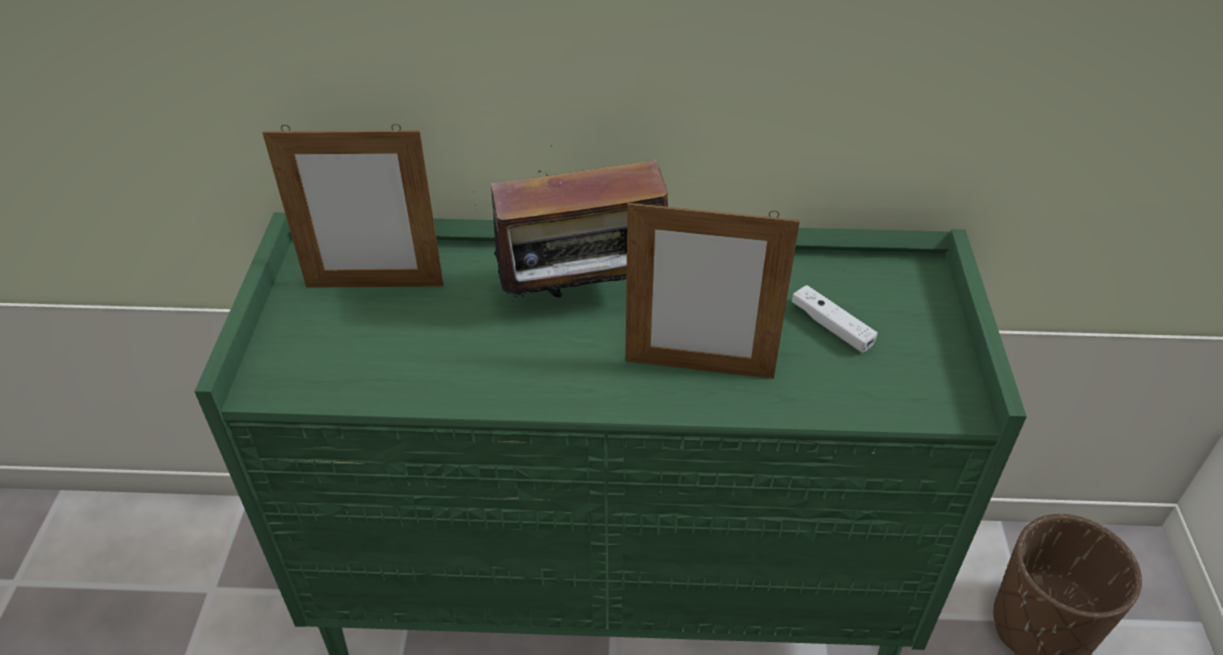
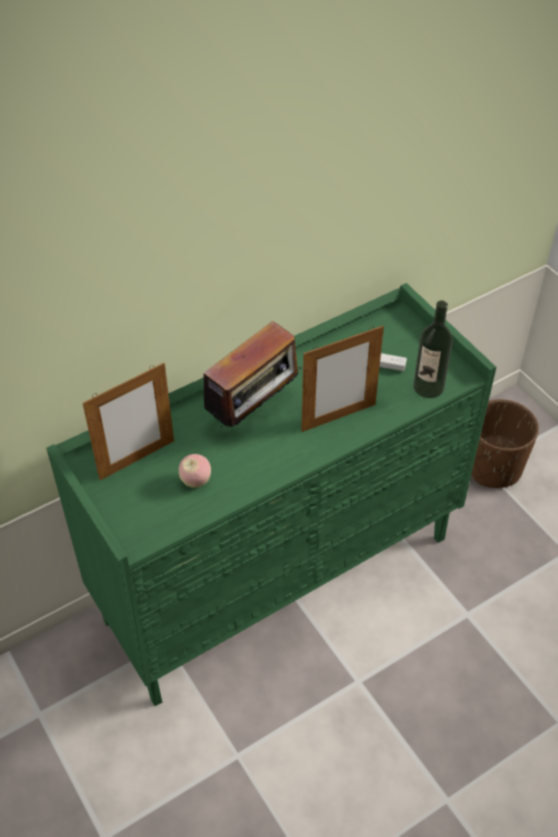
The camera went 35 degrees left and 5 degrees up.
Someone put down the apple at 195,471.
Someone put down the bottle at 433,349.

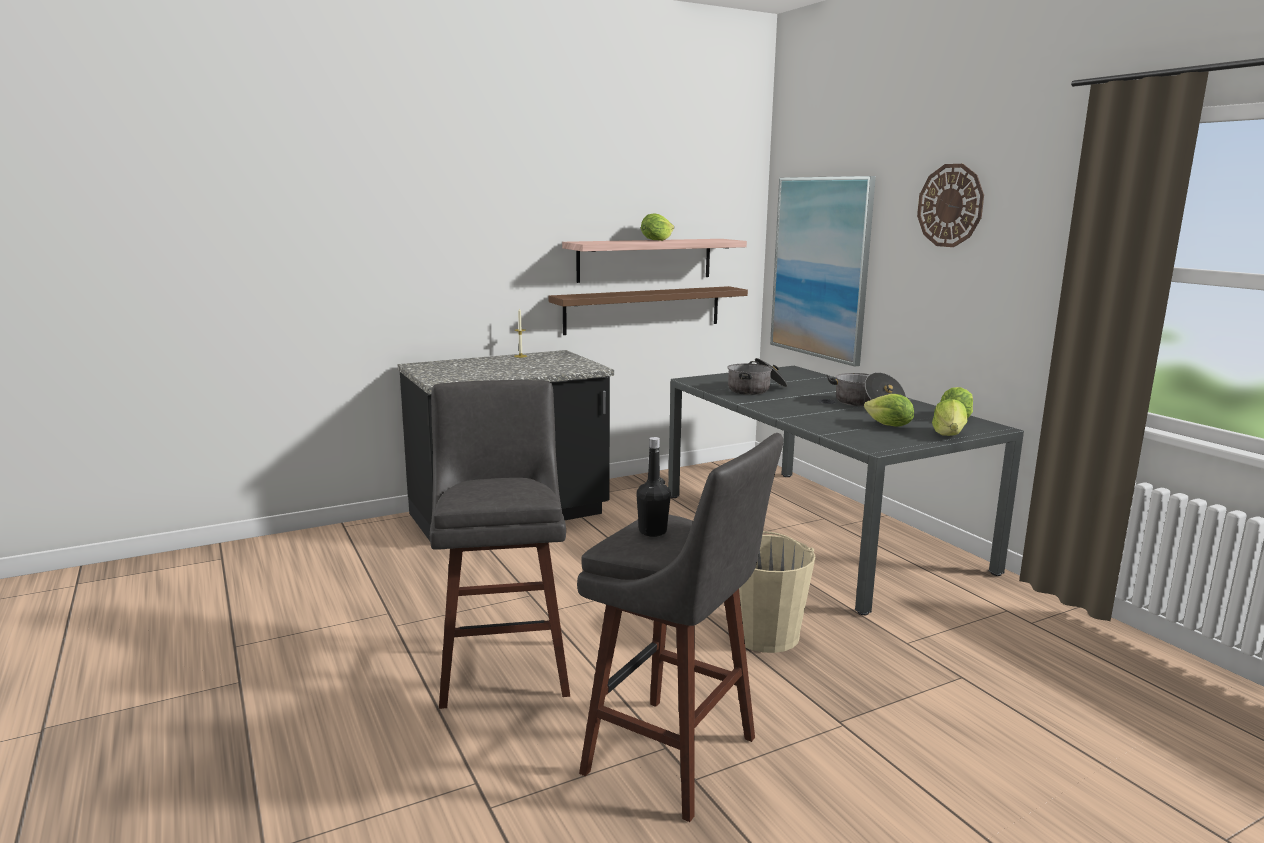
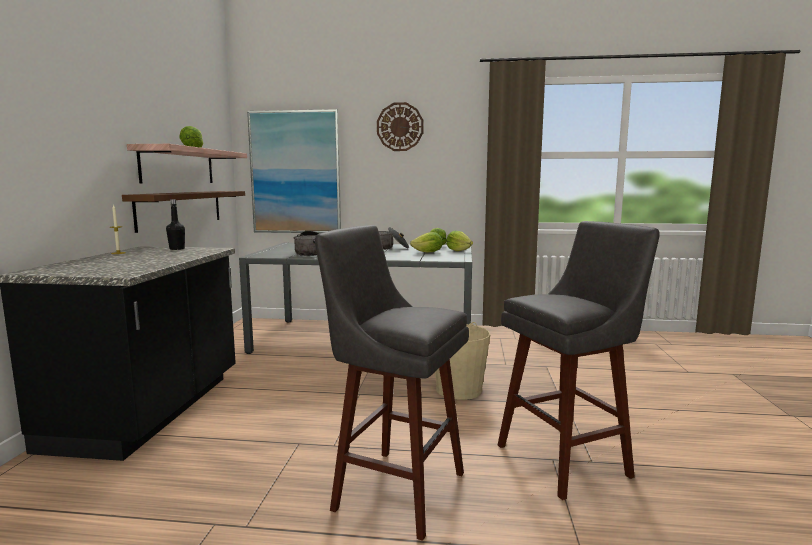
The camera went 55 degrees left and 5 degrees down.
Someone carried the black bottle from 653,487 to 175,224.

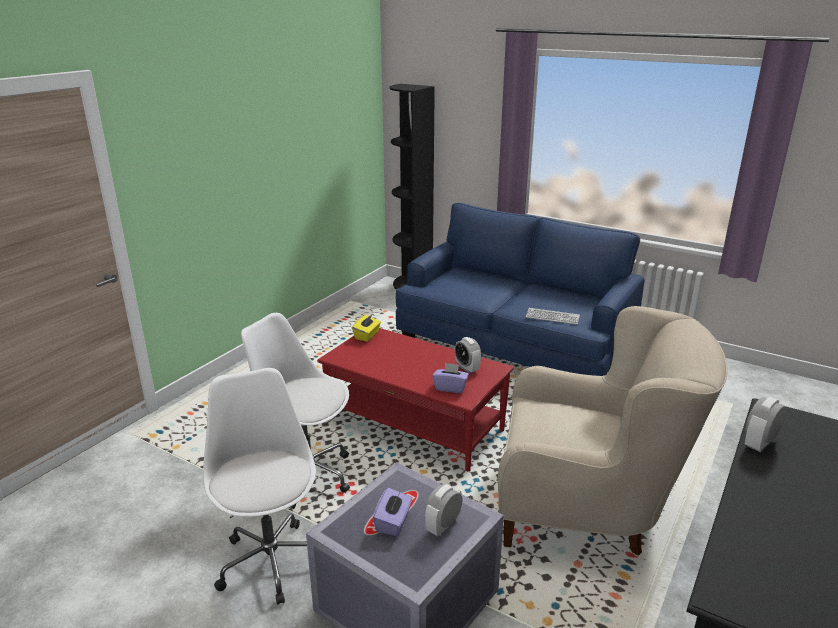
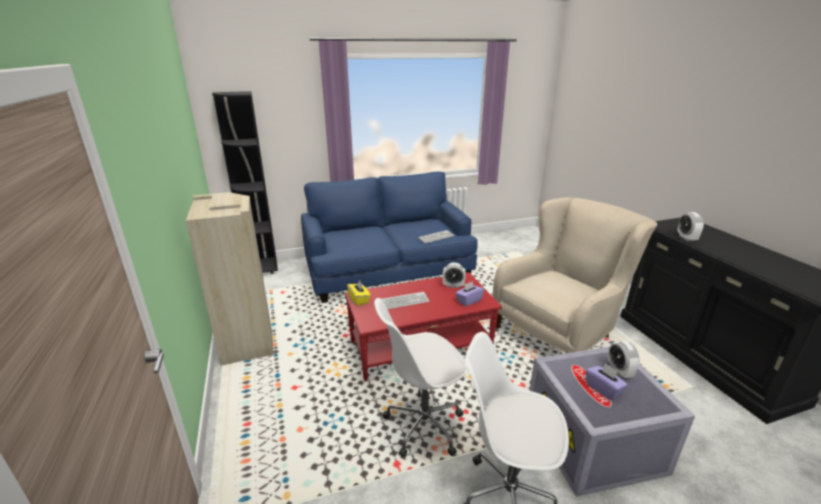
The camera went 50 degrees left and 0 degrees up.
Someone put down the beige cabinet at 230,279.
Someone put down the keyboard at 405,300.

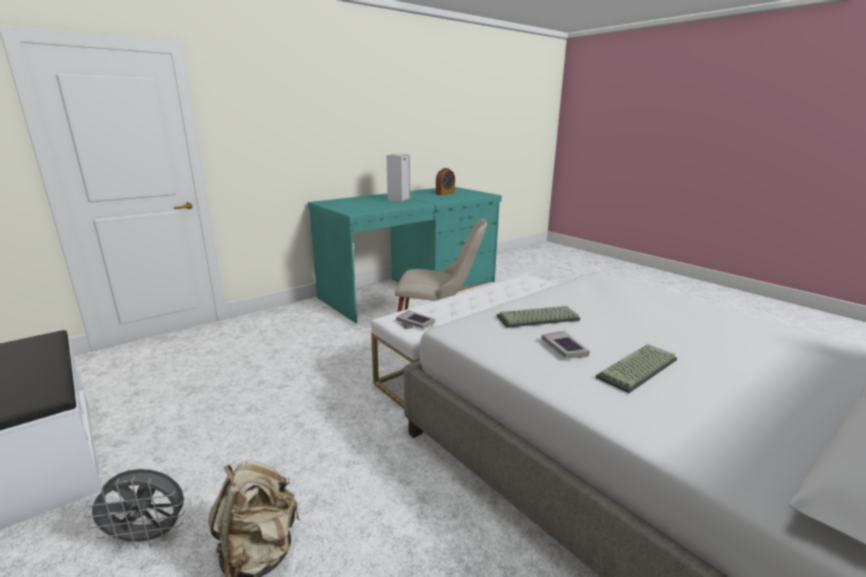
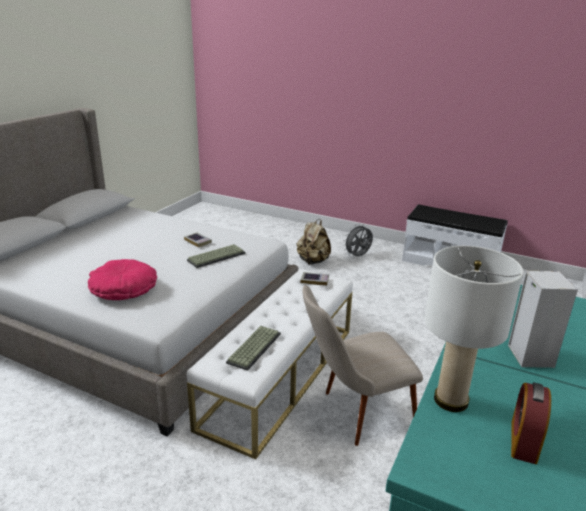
The camera went 155 degrees right and 5 degrees up.
Someone put down the pink pillow at 122,279.
Someone put down the white table lamp at 474,329.
Someone carried the keyboard from 636,368 to 253,348.

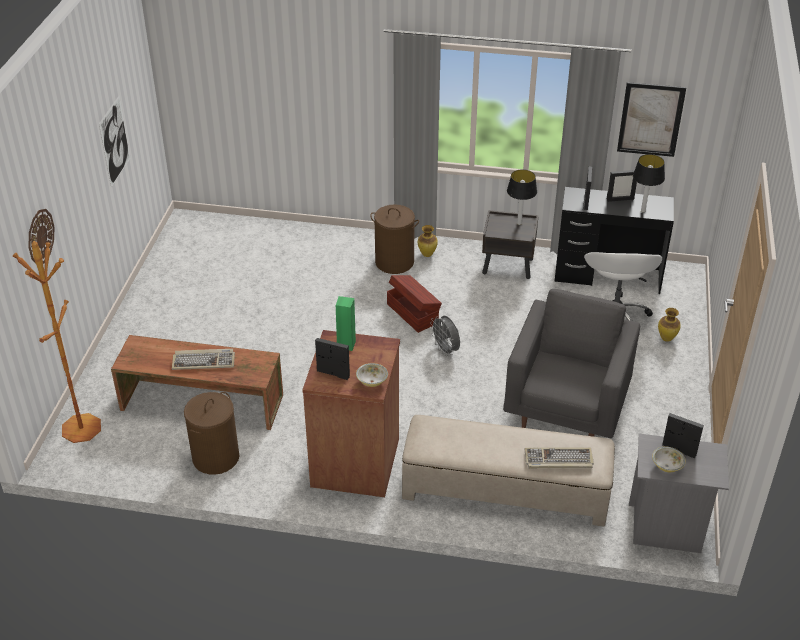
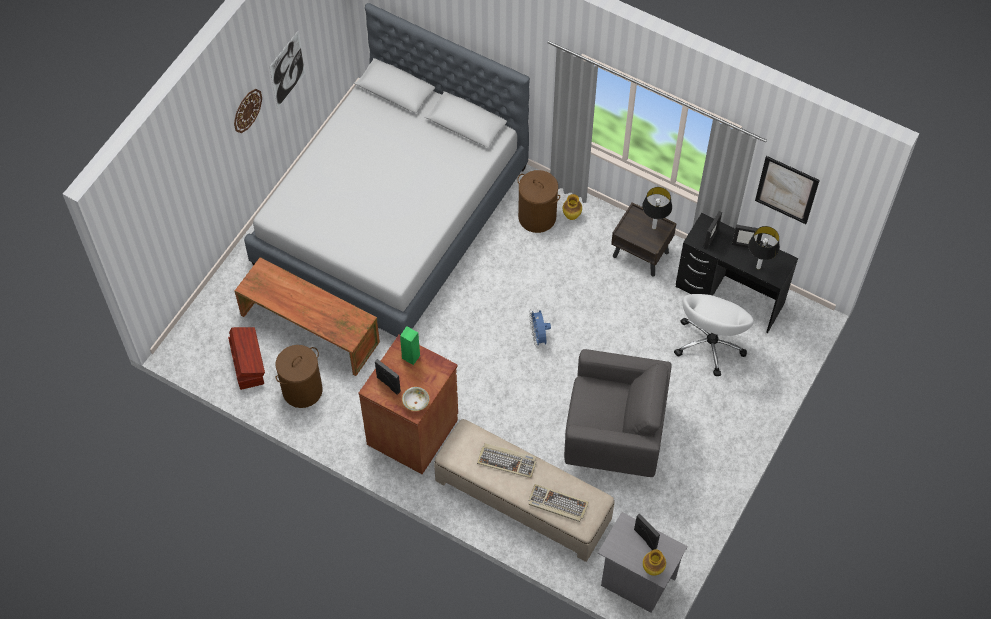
The camera went 20 degrees right and 20 degrees up.
Someone took away the orange clothes rack at 57,342.
Someone took away the bowl at 669,459.
Someone put down the grey bed at 387,170.
Someone carried the wall clock from 41,236 to 248,111.
Someone carried the keyboard from 203,359 to 507,460.
Someone carried the brown storage box from 414,304 to 246,358.
Someone carried the vase from 669,325 to 654,562.
Someone repainted the grey fan at 445,336, which became the blue fan at 540,328.
Someone rotated the grey armchair at 571,363 by 60 degrees clockwise.

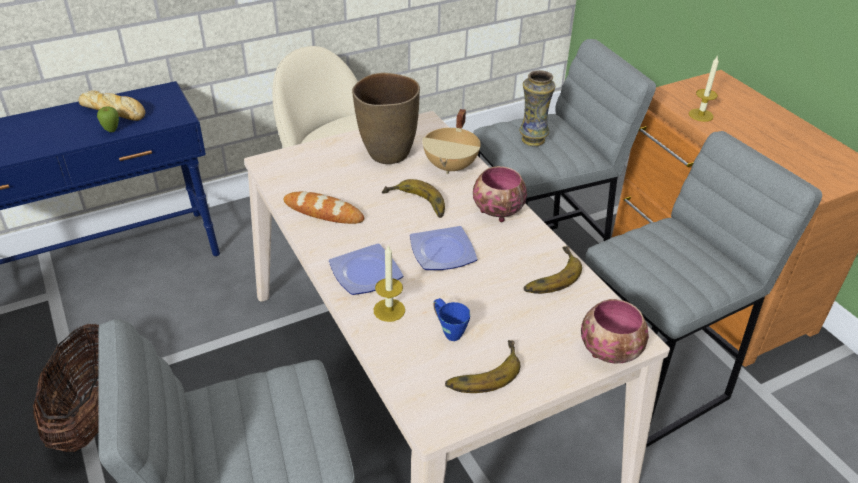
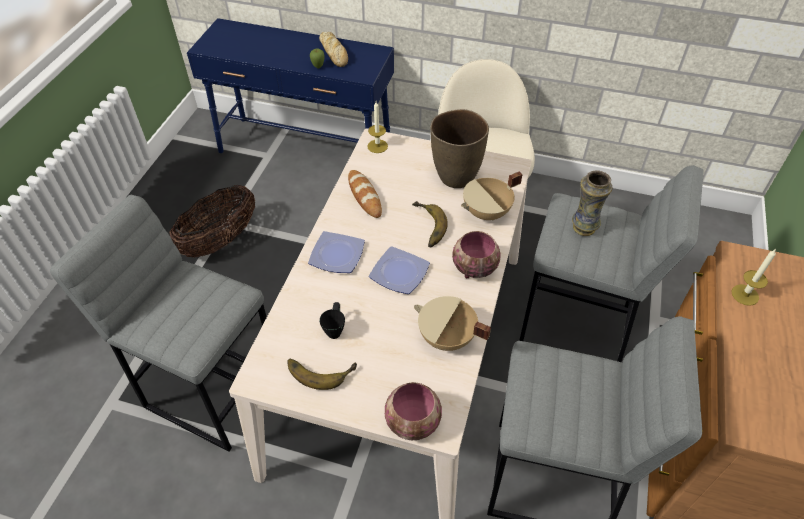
The camera went 45 degrees right and 10 degrees up.
Someone carried the candle from 389,283 to 378,127.
Someone swapped the banana at 552,270 for the beige cooking pot at 452,323.
Someone repainted the blue mug at 451,319, which became the black mug at 332,320.

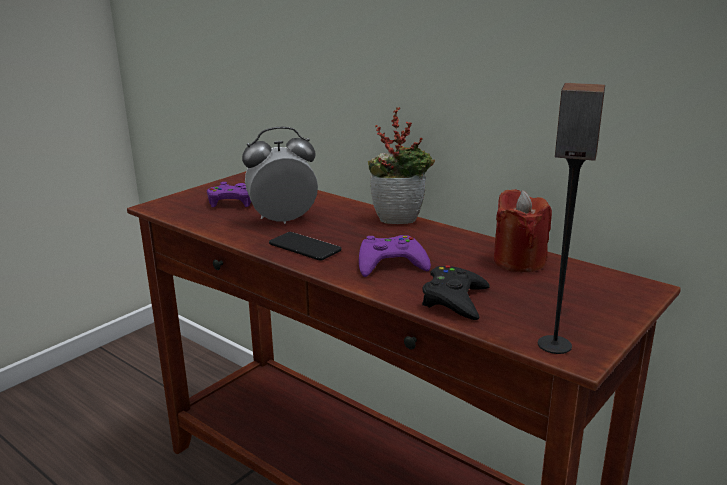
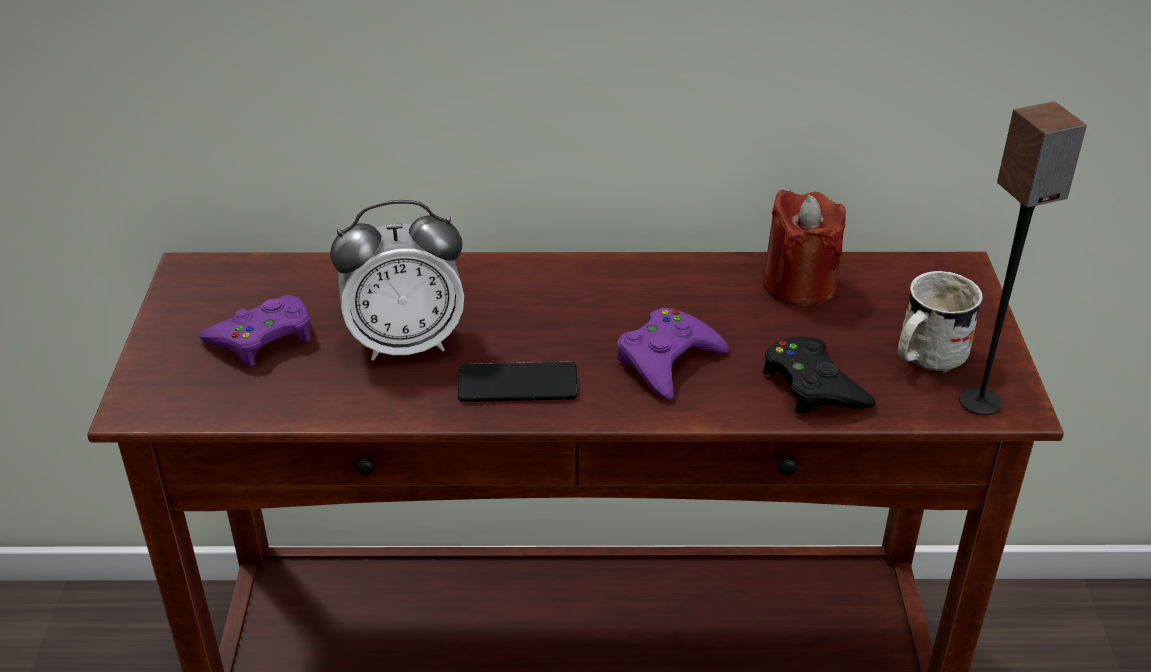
The camera went 40 degrees left and 15 degrees up.
Someone took away the potted plant at 401,165.
Someone put down the white mug at 940,322.
Someone rotated the alarm clock at 280,175 by 135 degrees counterclockwise.

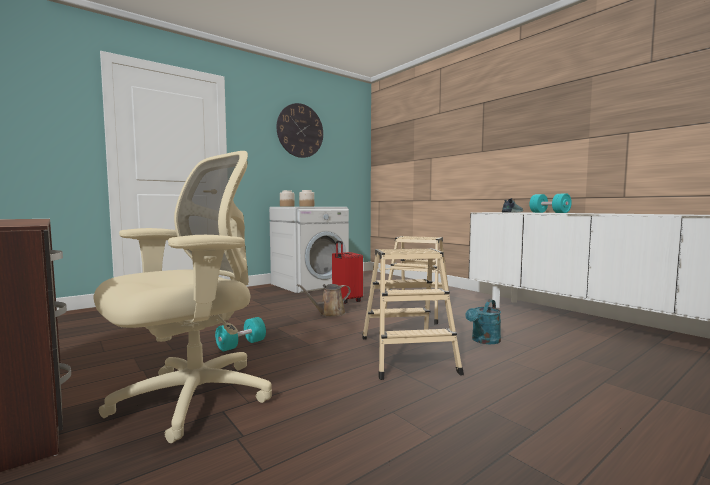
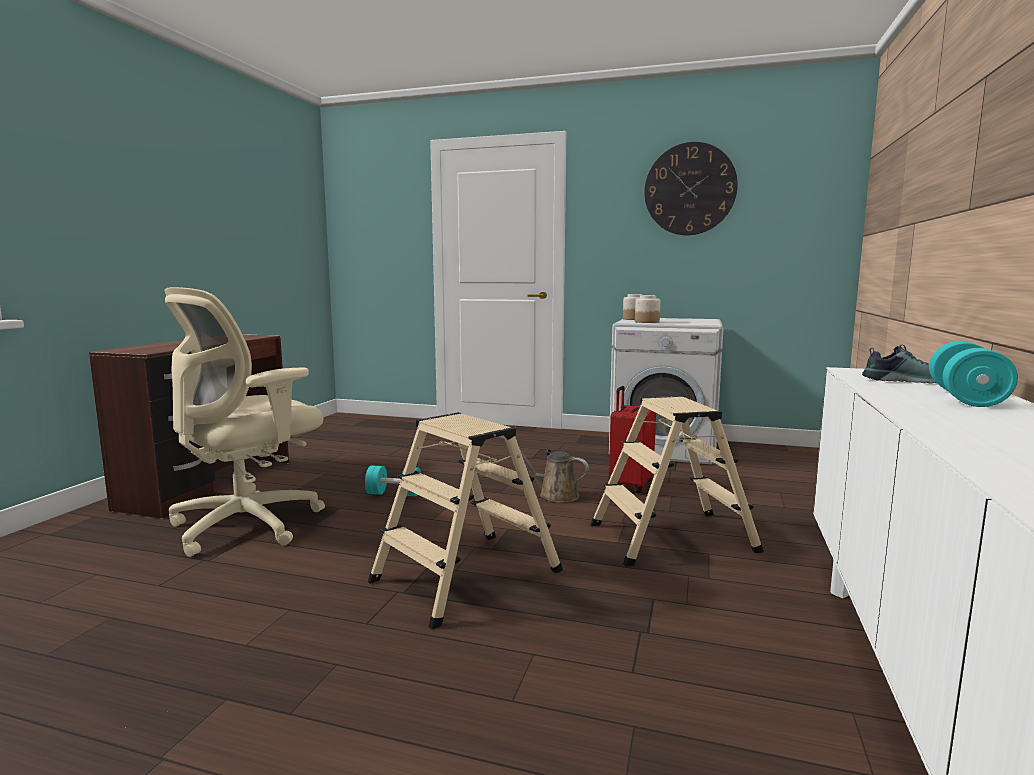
The camera went 55 degrees right and 5 degrees up.
Someone took away the turquoise watering can at 483,321.
Someone rotated the beige office chair at 183,297 by 120 degrees clockwise.

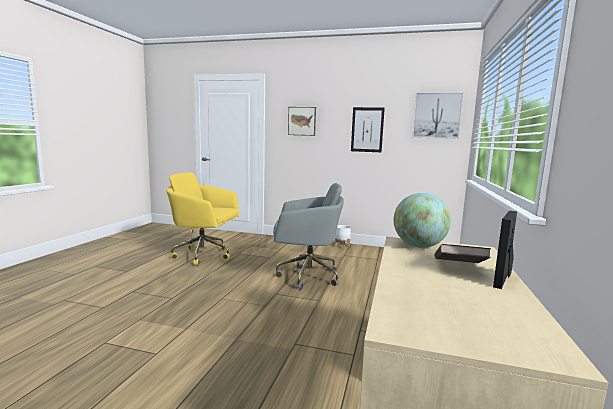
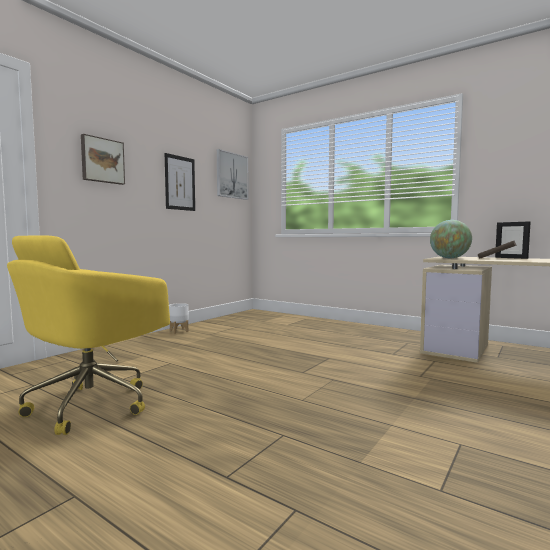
The camera went 70 degrees left and 5 degrees down.
Someone took away the grey office chair at 308,236.

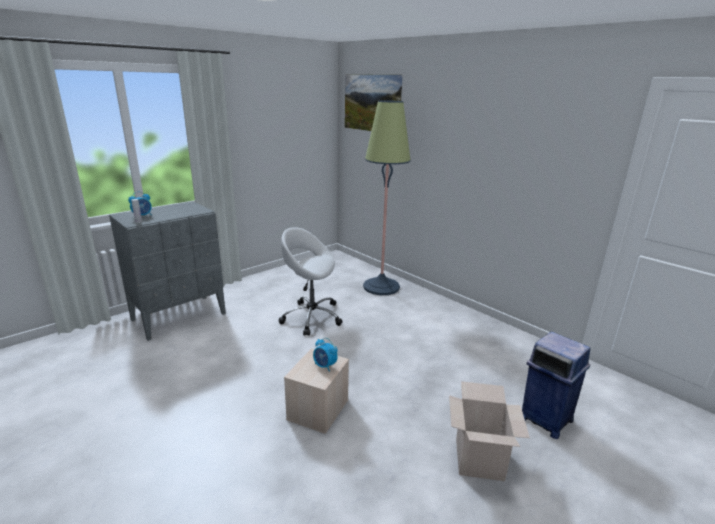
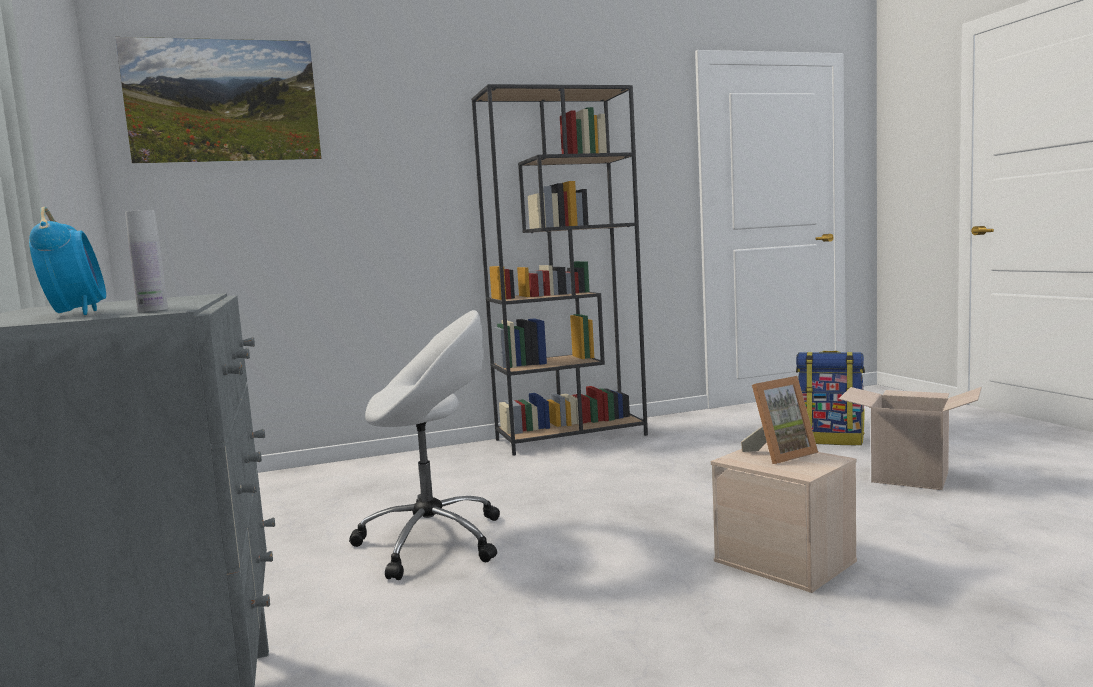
The camera went 65 degrees left and 15 degrees down.
Someone took away the floor lamp at 387,197.
Someone put down the bookcase at 560,270.
Someone swapped the alarm clock at 325,355 for the picture frame at 779,420.
Someone swapped the blue trash can at 556,385 for the backpack at 830,398.
Someone rotated the white office chair at 311,281 by 135 degrees counterclockwise.

